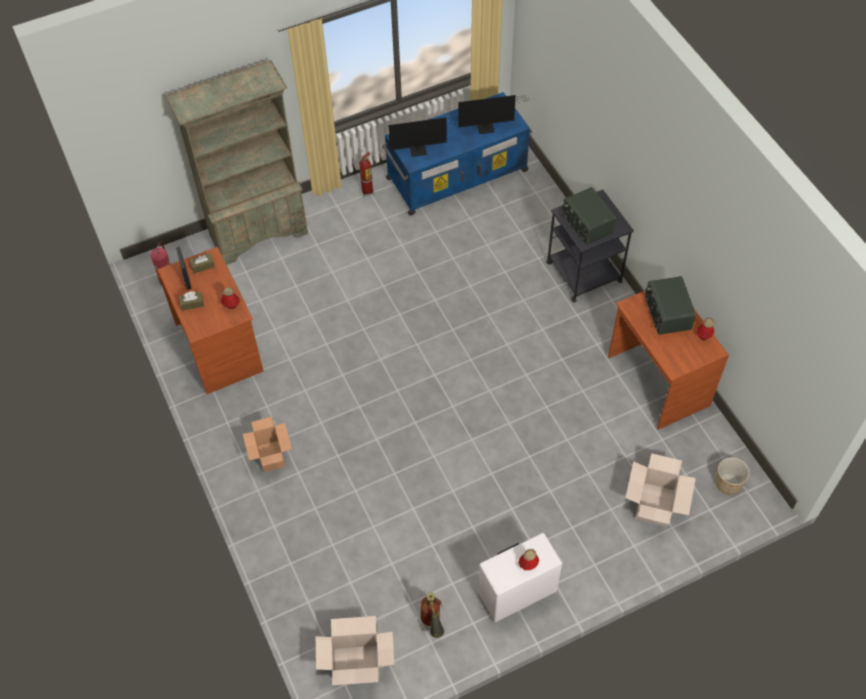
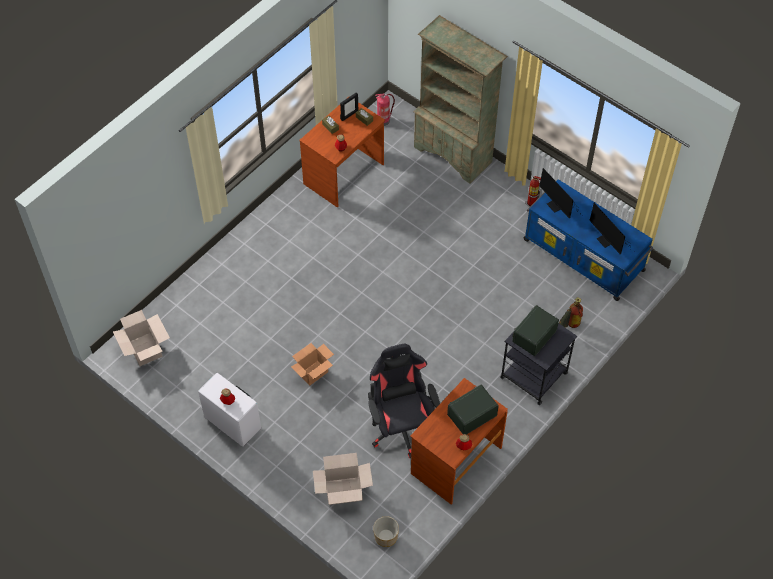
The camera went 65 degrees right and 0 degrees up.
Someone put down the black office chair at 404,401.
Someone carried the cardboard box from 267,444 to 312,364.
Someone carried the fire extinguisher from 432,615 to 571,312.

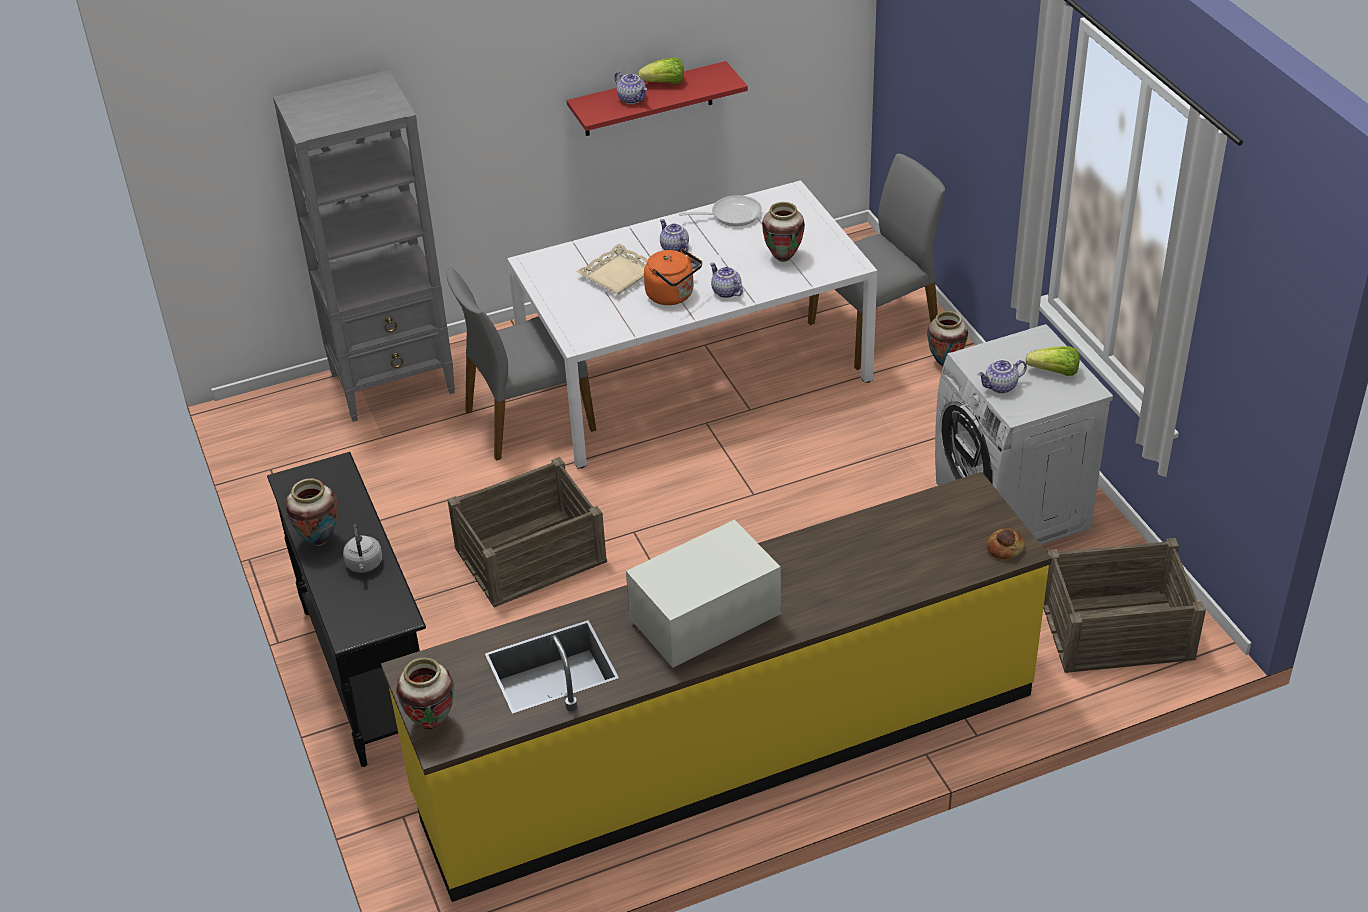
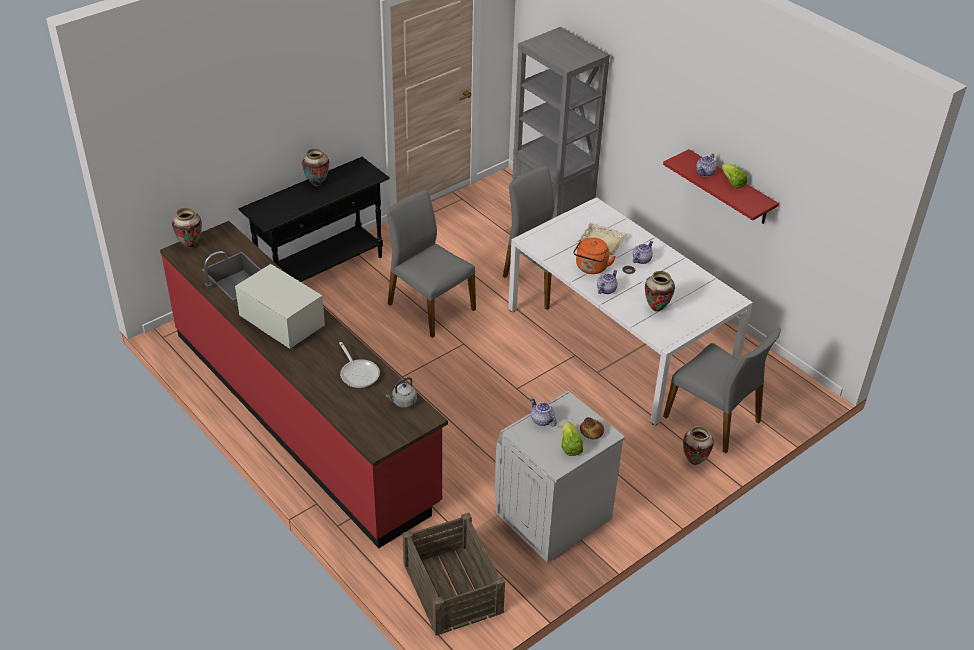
The camera went 70 degrees right and 0 degrees up.
Someone carried the grey kettle from 362,548 to 401,392.
Someone carried the frying pan from 720,210 to 359,365.
Someone carried the bread from 1006,543 to 592,428.
Someone swapped the crate at 527,532 for the grey chair at 431,264.
Someone repainted the yellow counter at 716,687, which became the red counter at 304,384.

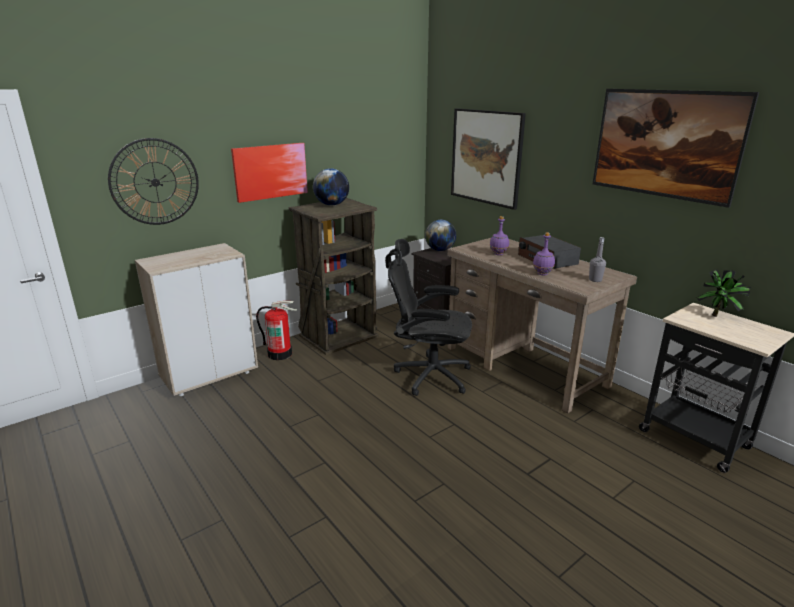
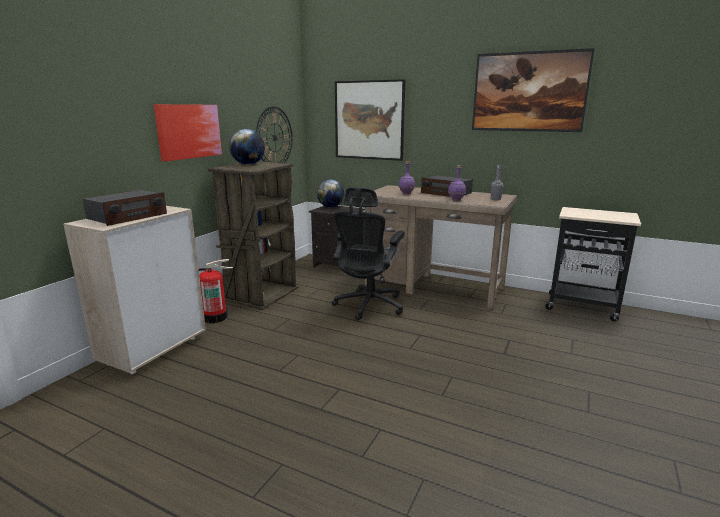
The camera went 25 degrees left and 5 degrees down.
Someone took away the potted plant at 723,293.
Someone put down the radio at 125,208.
Someone carried the wall clock from 153,181 to 274,134.
Someone rotated the office chair at 428,317 by 60 degrees counterclockwise.

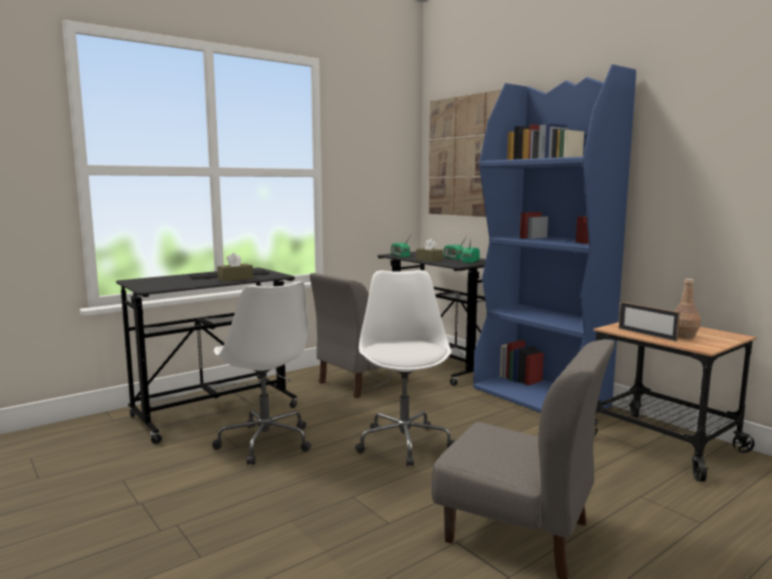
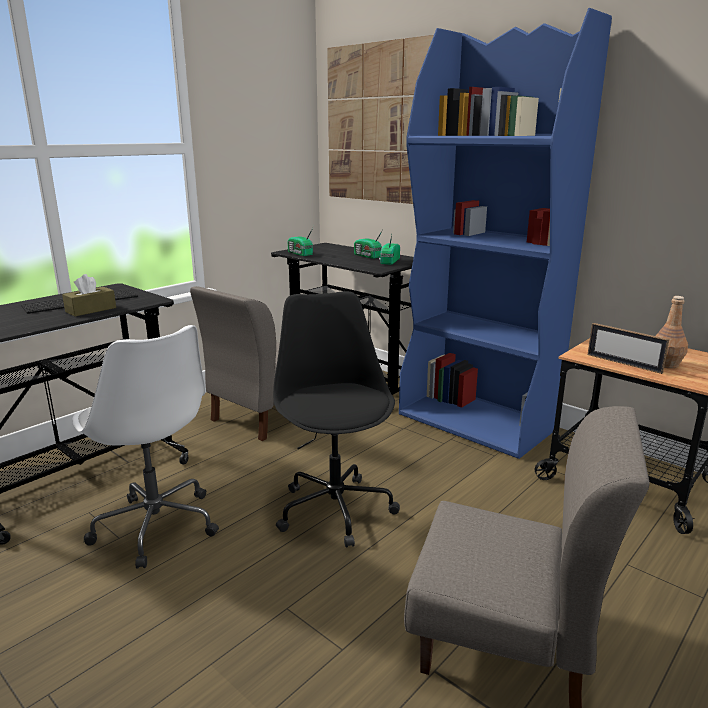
The camera went 10 degrees left and 10 degrees up.
Someone took away the brown tissue box at 429,250.
Someone repainted the white office chair at 405,368, which became the black office chair at 336,419.

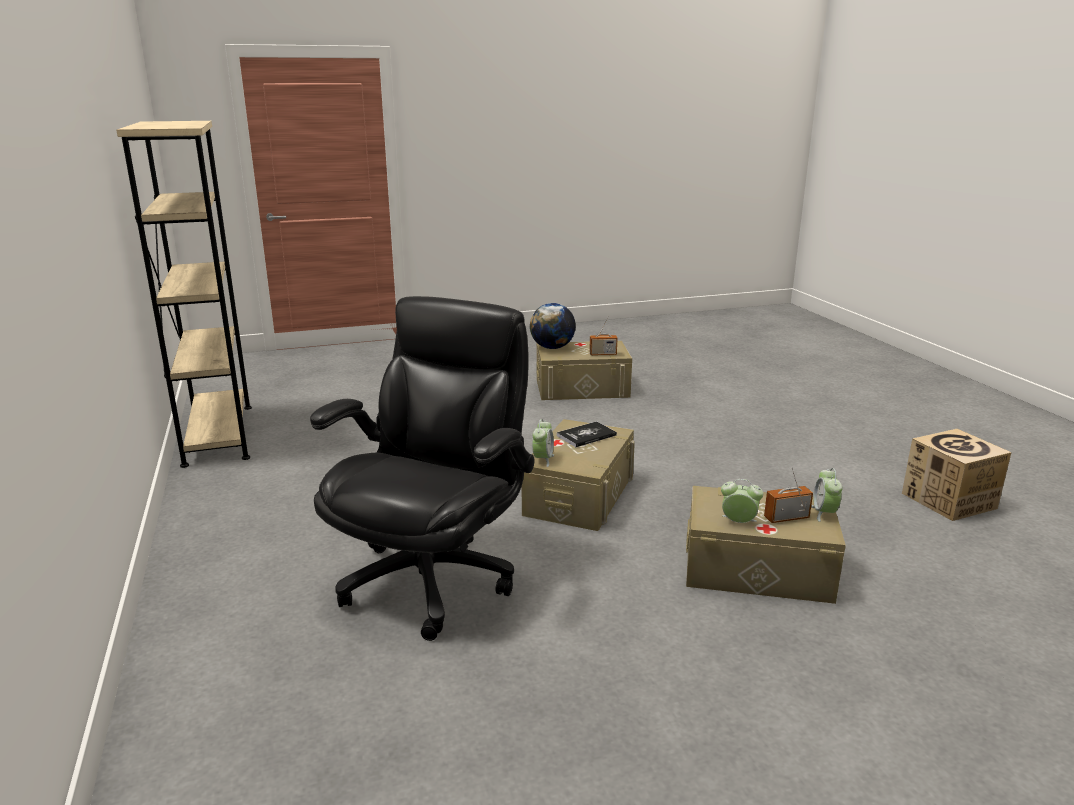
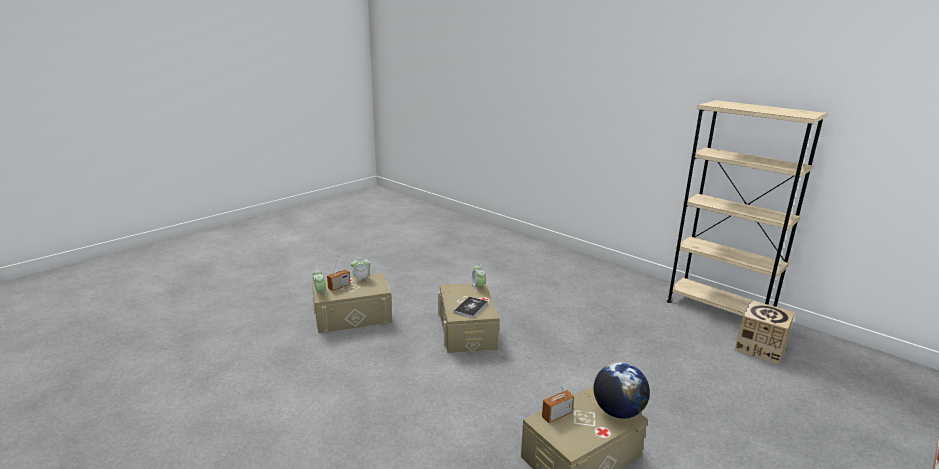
The camera went 150 degrees right and 0 degrees up.
Someone took away the black office chair at 422,468.
Someone carried the cardboard box from 957,475 to 765,332.

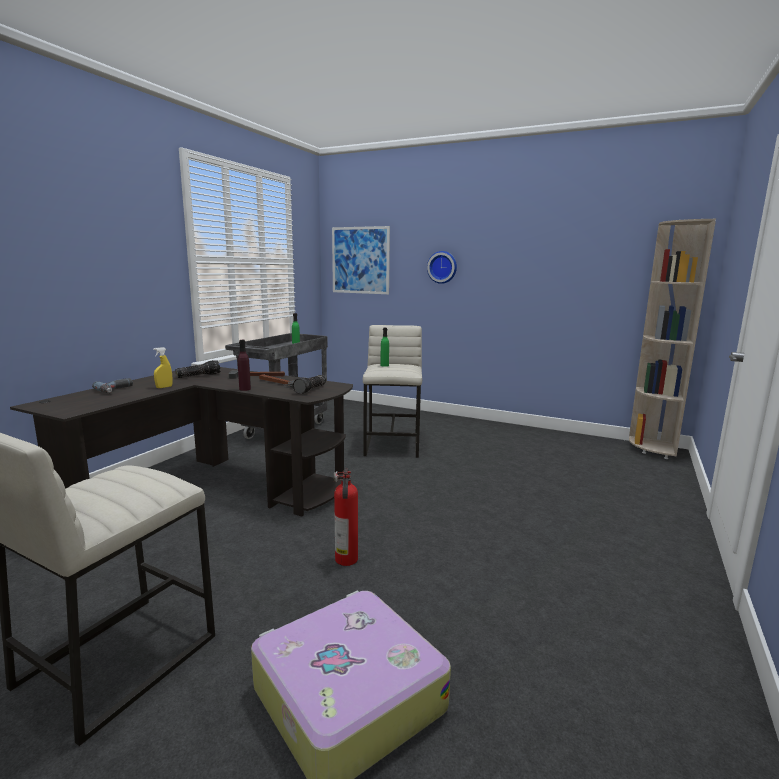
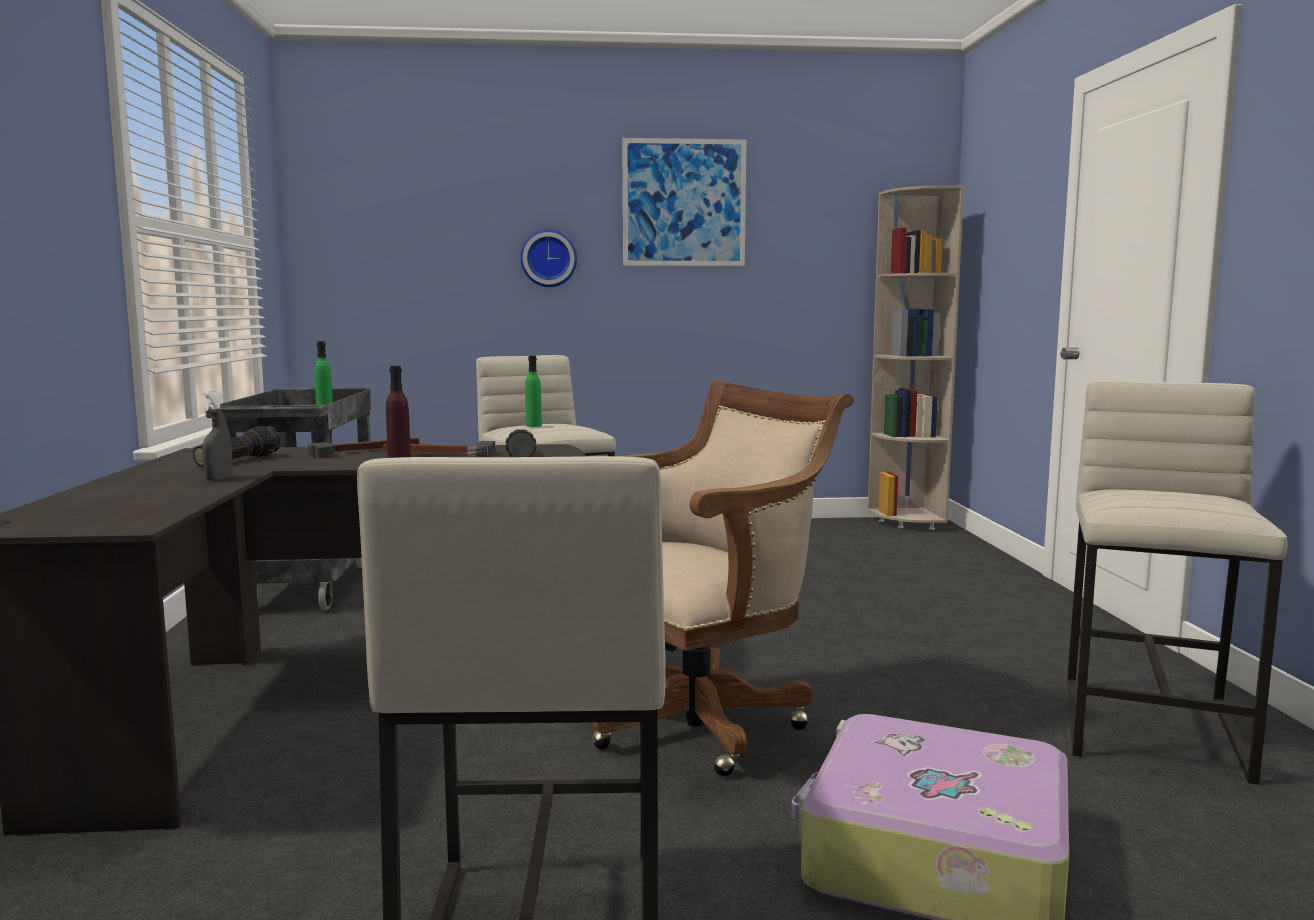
The camera went 30 degrees left and 5 degrees down.
Someone took away the power drill at 112,386.
Someone put down the beige stool at 1177,583.
Someone carried the picture from 361,260 to 684,202.
Someone swapped the fire extinguisher at 346,517 for the office chair at 722,578.
Someone repainted the yellow spray bottle at 163,367, which became the grey spray bottle at 217,436.

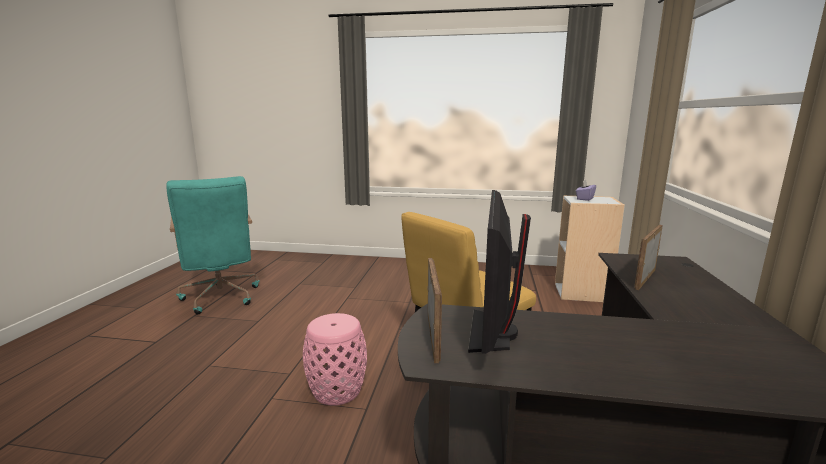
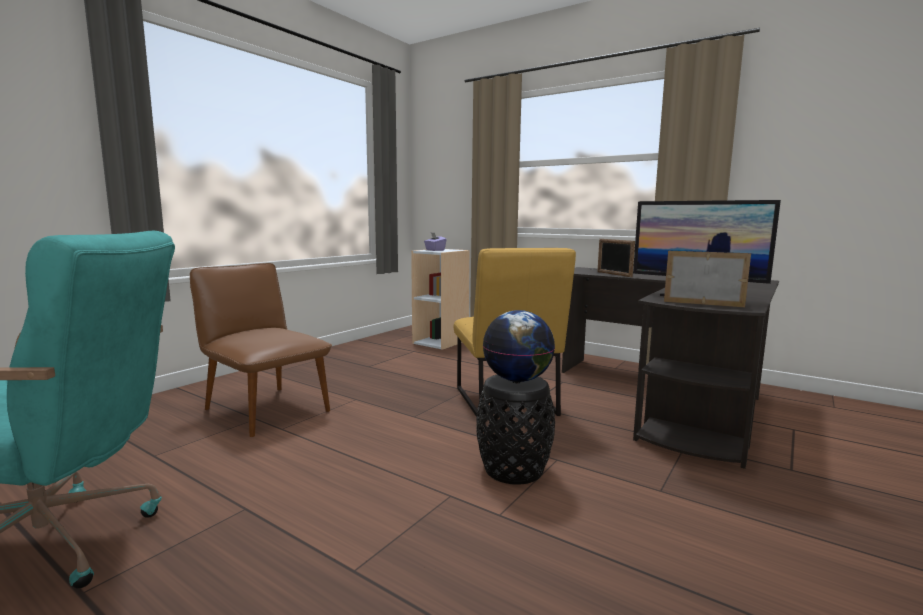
The camera went 65 degrees left and 5 degrees down.
Someone put down the brown chair at 261,350.
Someone put down the globe at 519,346.
Someone repainted the pink stool at 335,359, which became the black stool at 515,430.

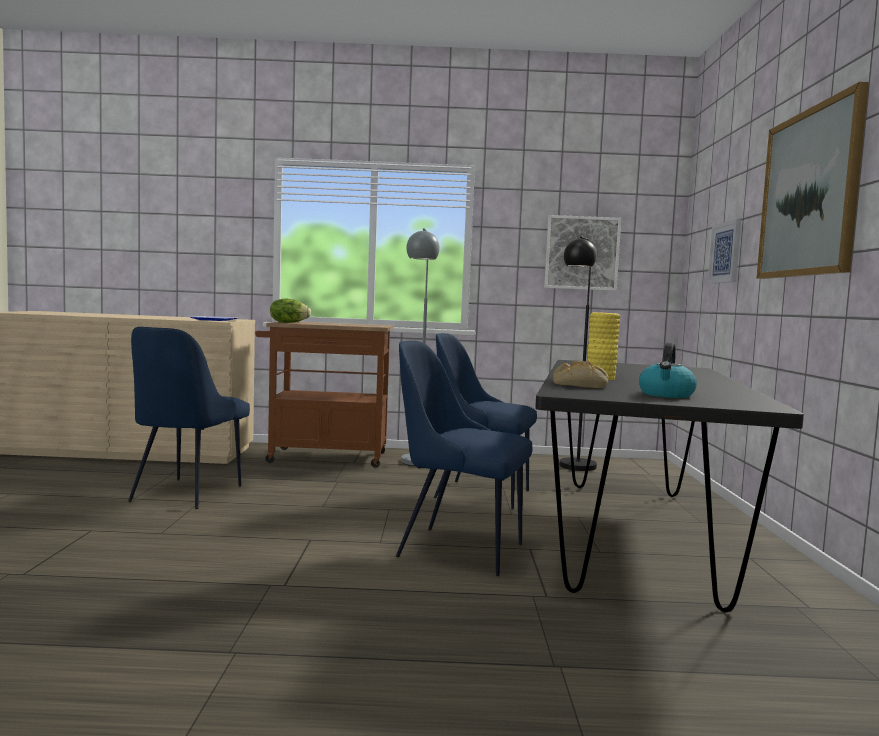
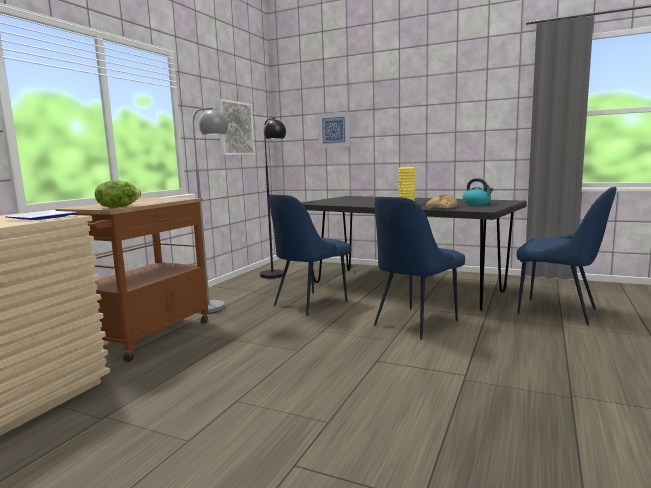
The camera went 65 degrees left and 5 degrees up.
Someone took away the picture at 812,180.
Someone carried the blue chair from 189,418 to 566,256.

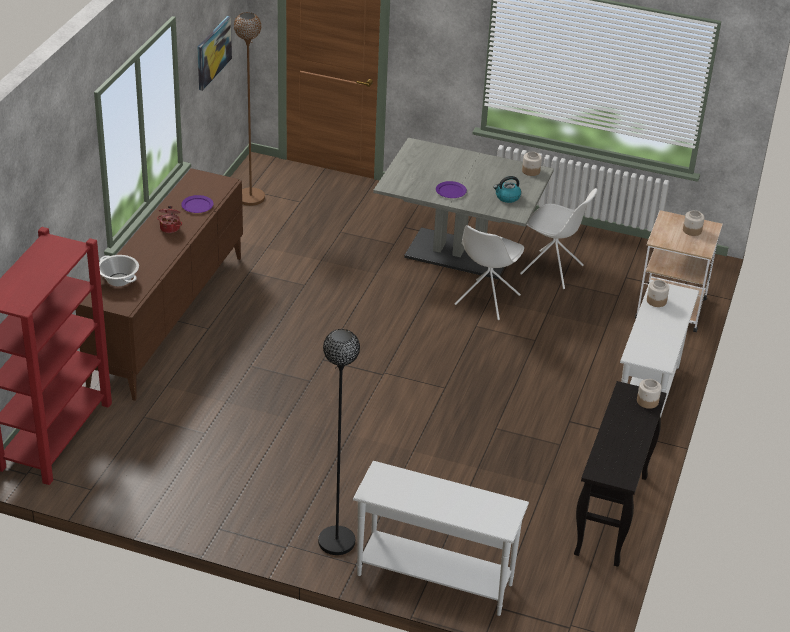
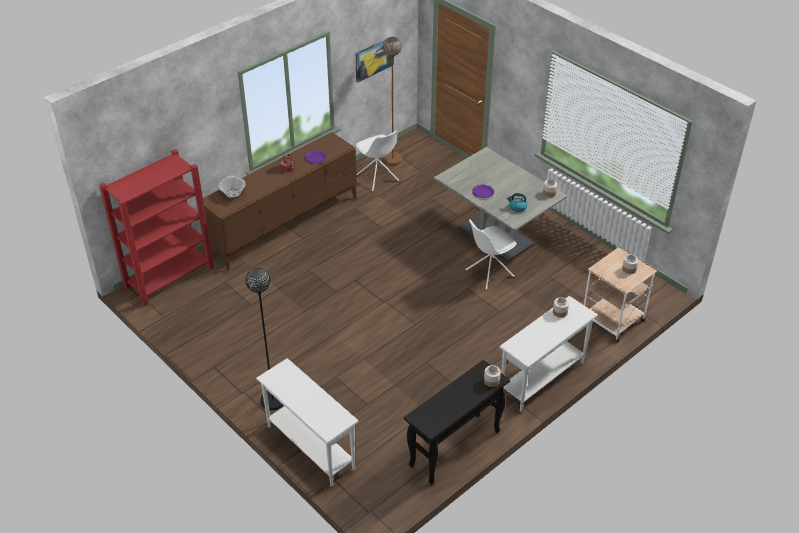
The camera went 30 degrees right and 5 degrees up.
Someone carried the white chair from 558,238 to 377,161.

